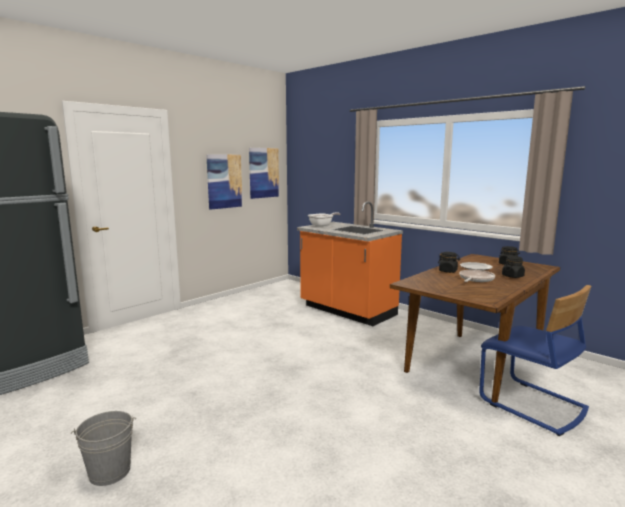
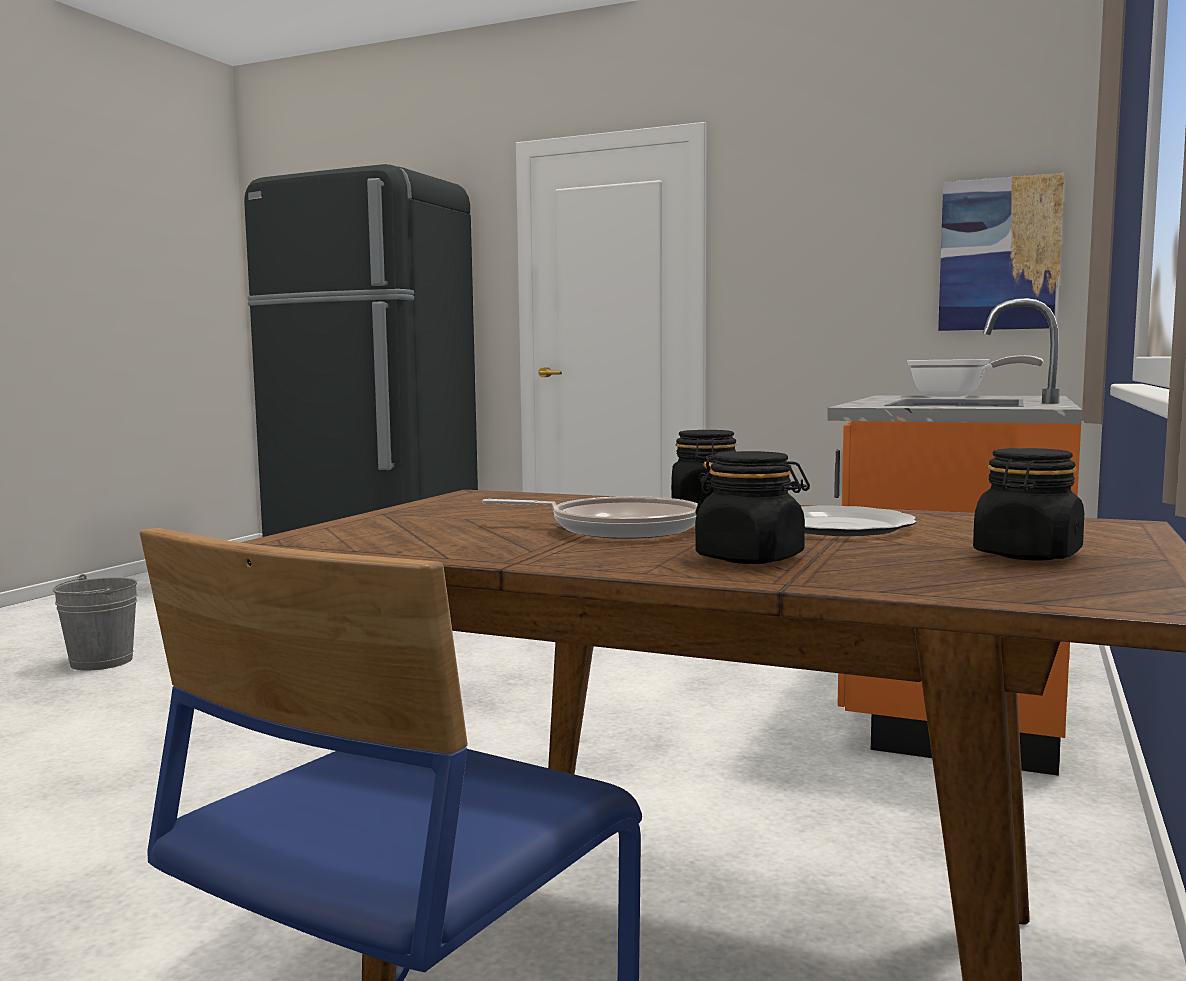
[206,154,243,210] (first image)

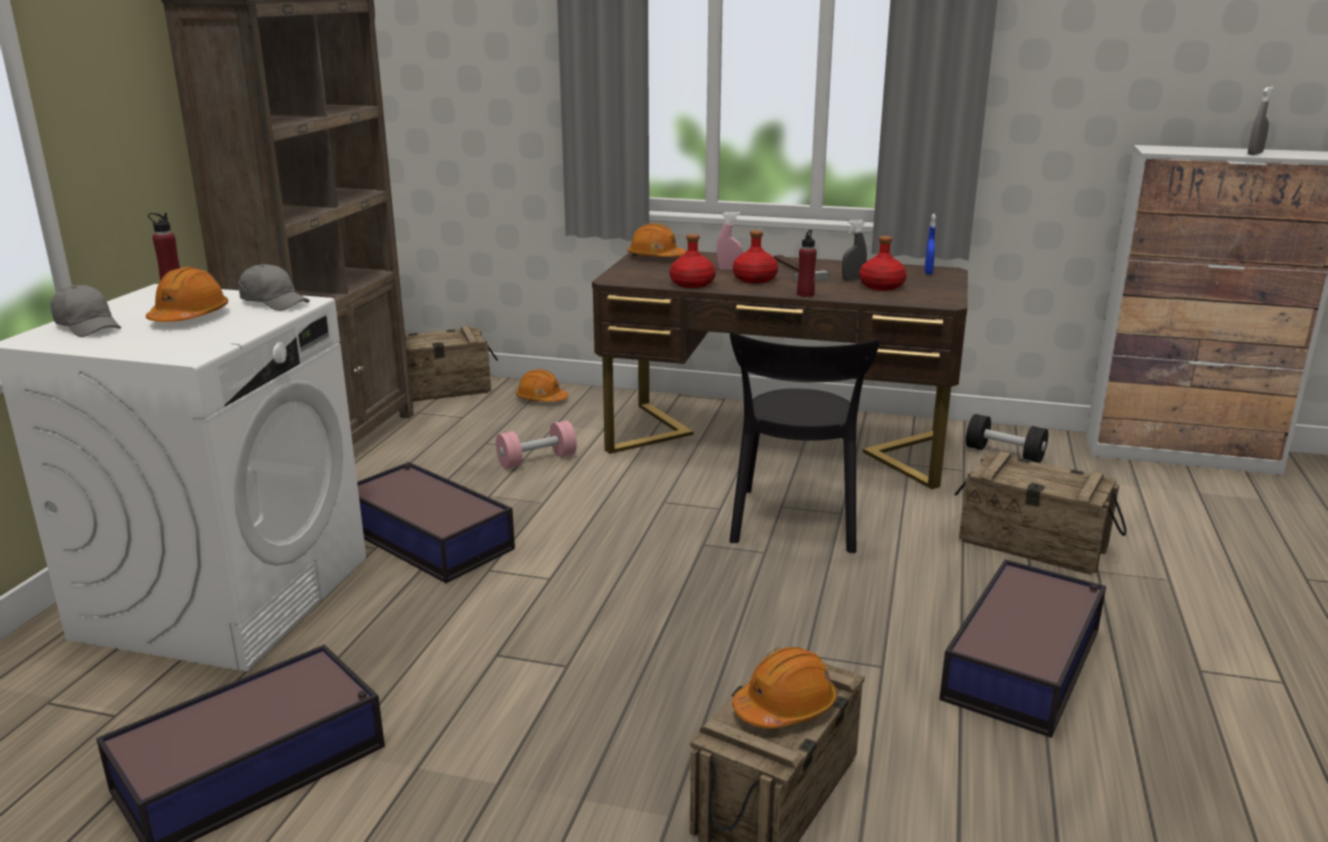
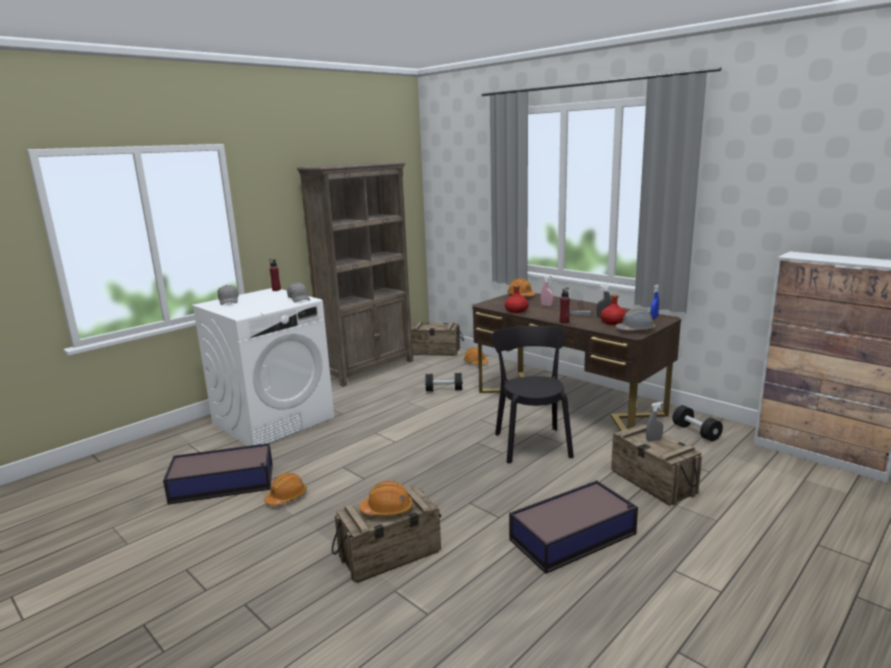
[357,462,515,583] (first image)
[733,230,778,284] (first image)
[616,309,655,330]
[264,473,307,505]
[646,402,663,442]
[425,373,463,391]
[492,326,574,464]

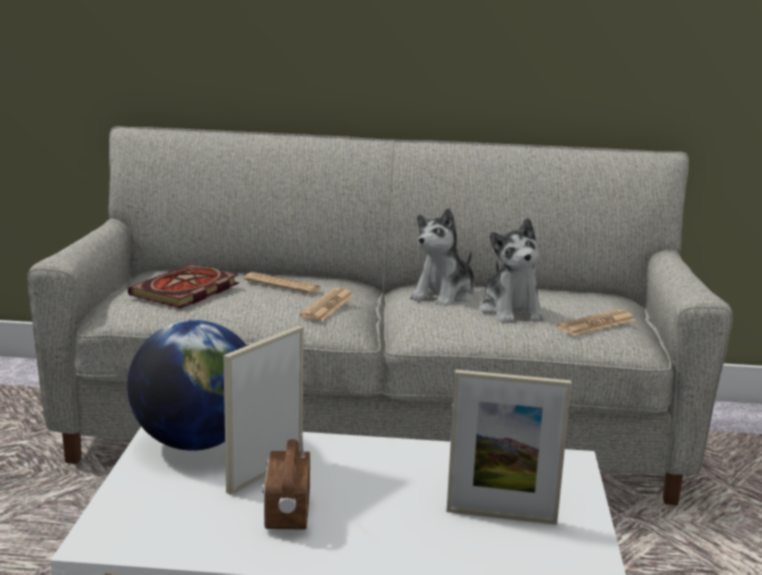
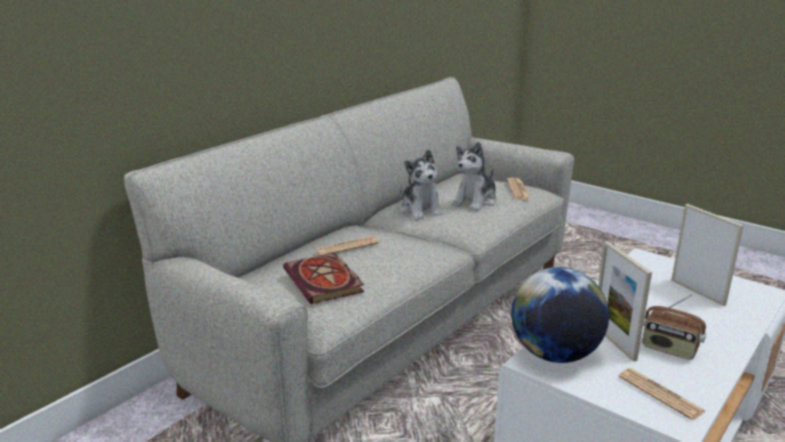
[618,368,706,420]
[671,204,744,306]
[452,142,497,211]

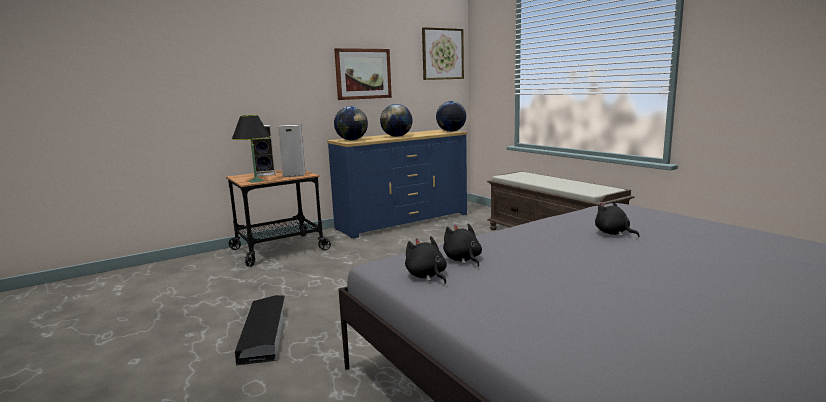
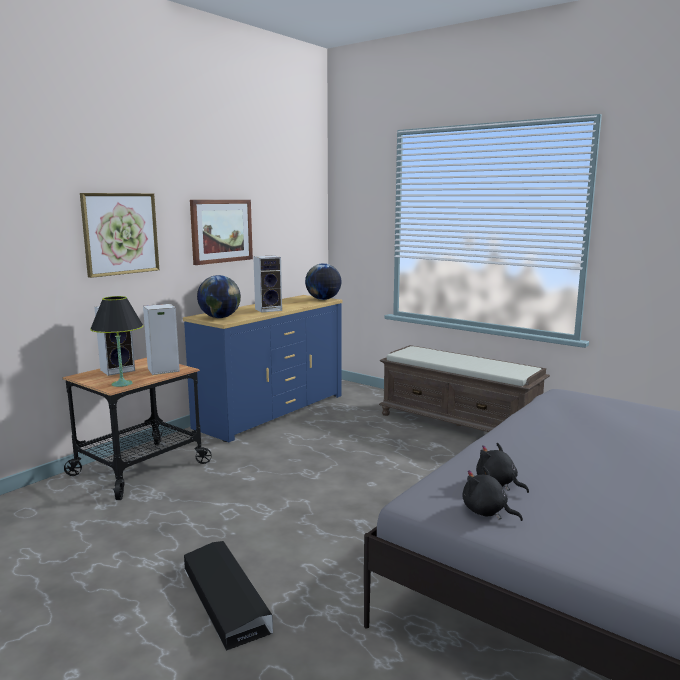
[595,201,640,237] (first image)
[80,193,159,278]
[253,255,282,313]

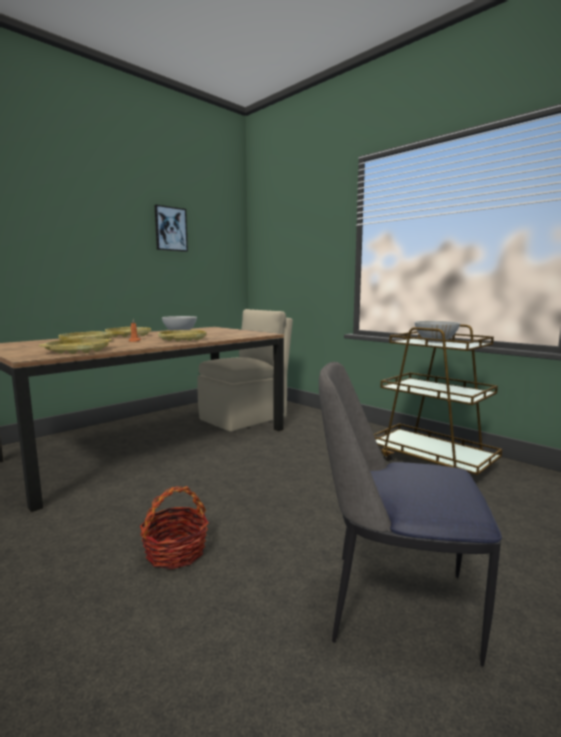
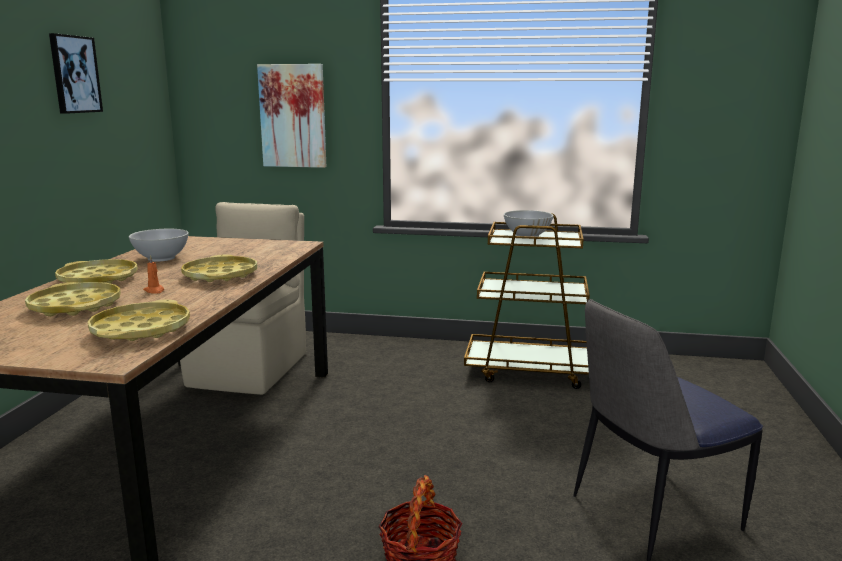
[257,64,326,168]

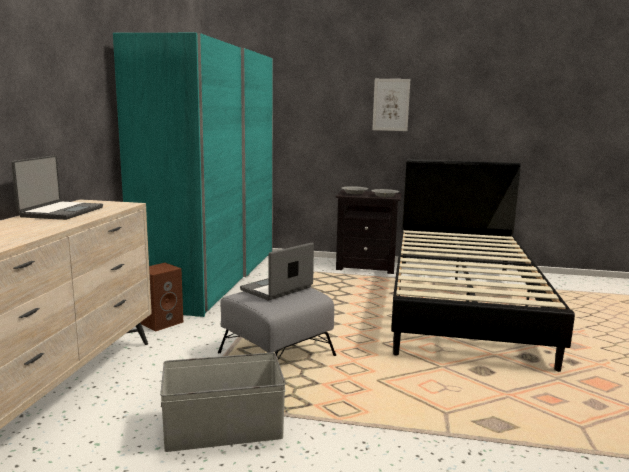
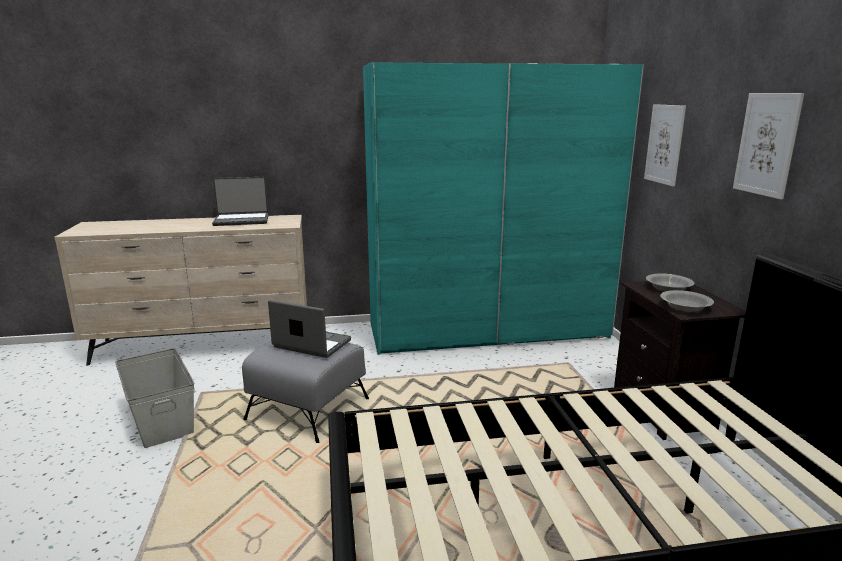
[140,263,183,332] (first image)
[644,104,686,186]

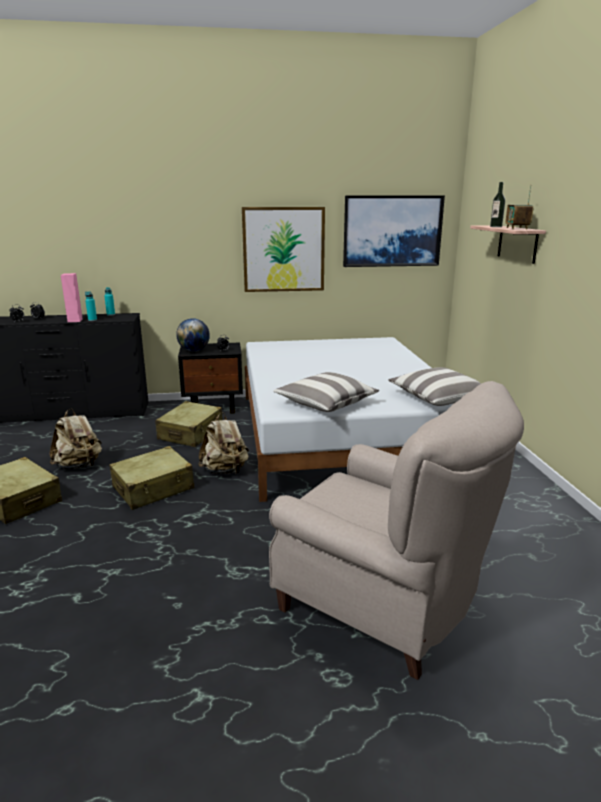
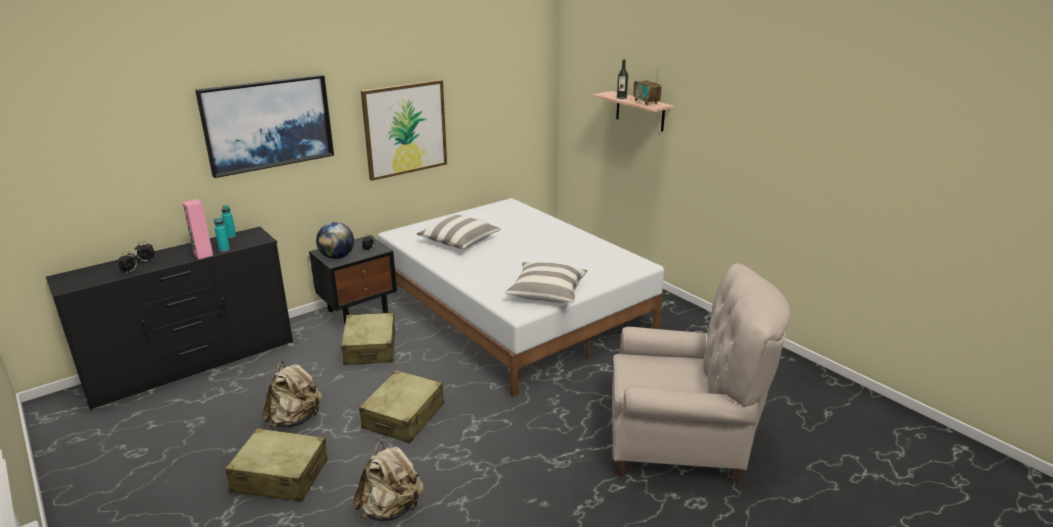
[353,441,424,521]
[195,75,334,178]
[417,215,501,249]

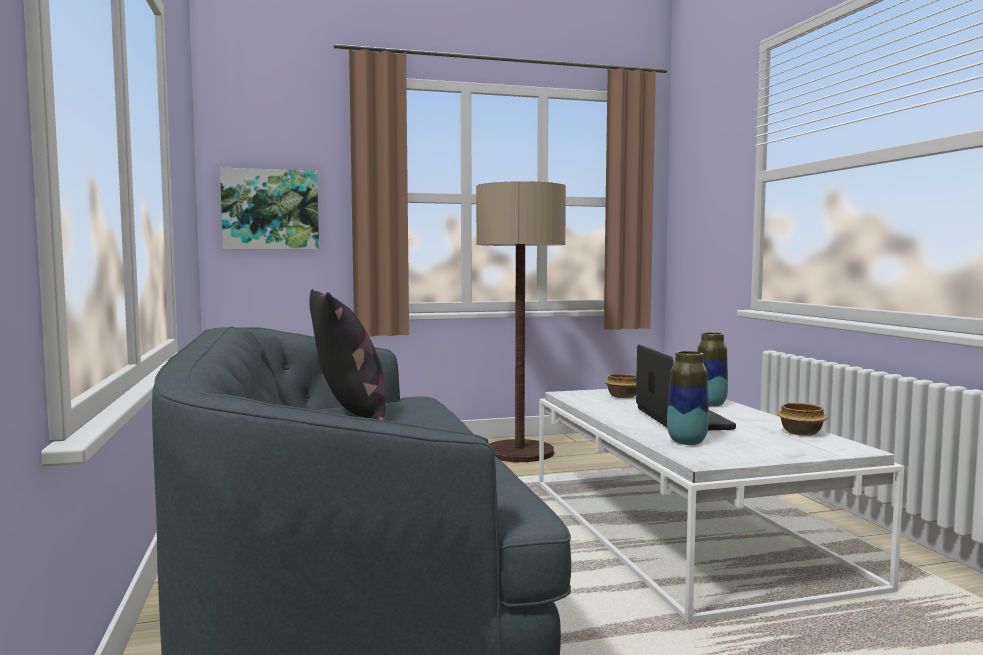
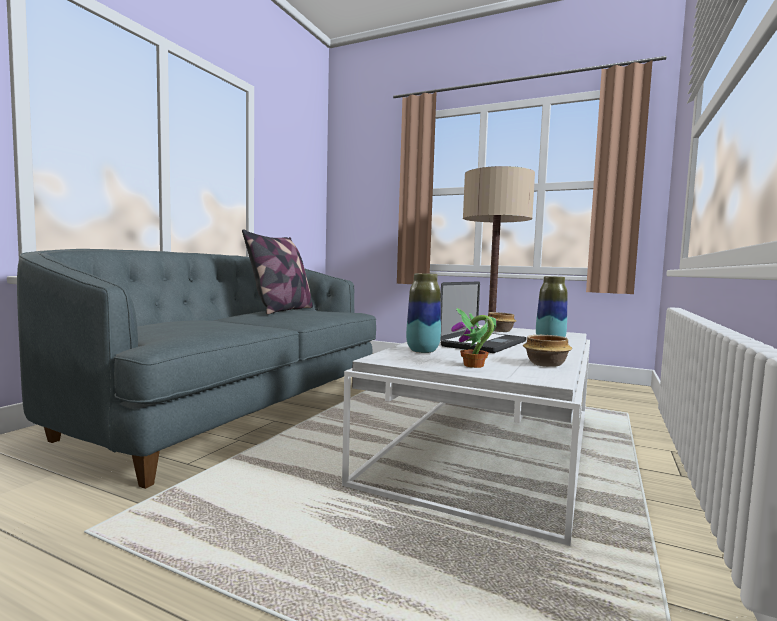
[220,168,319,249] (first image)
[451,308,496,368]

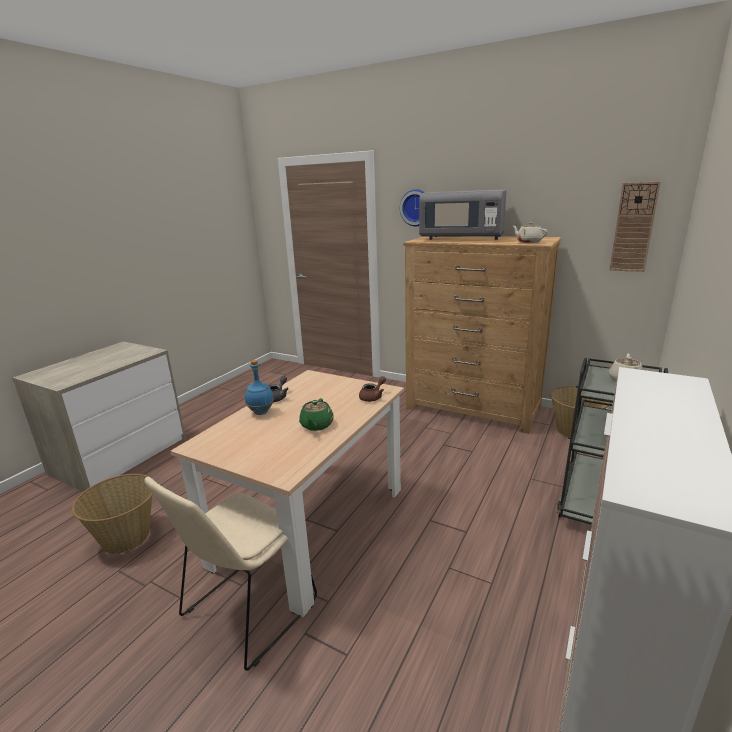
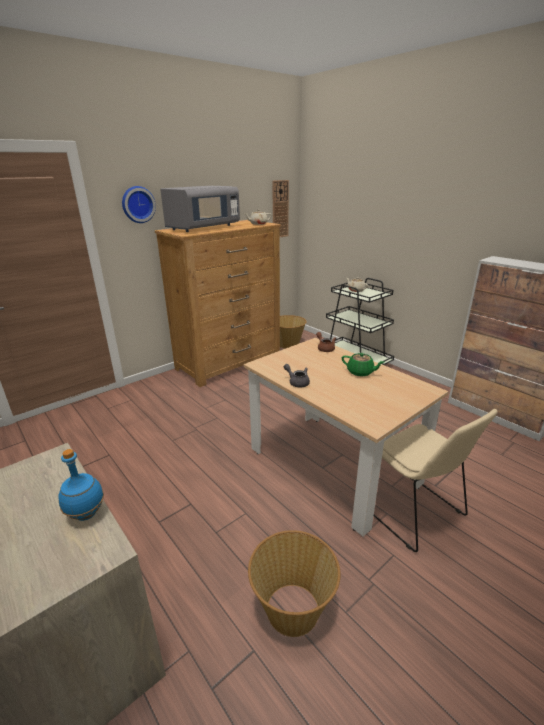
[59,449,104,521]

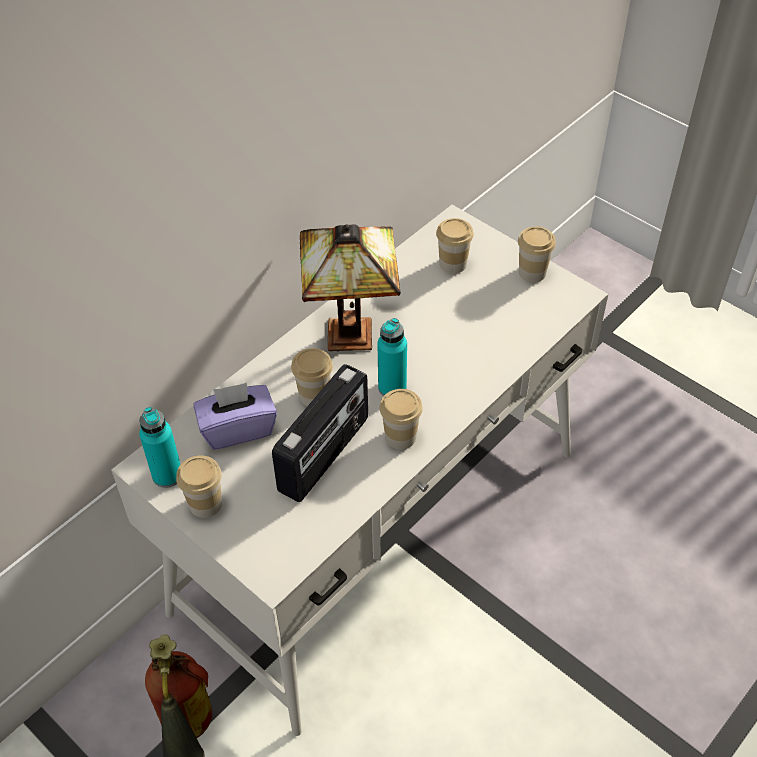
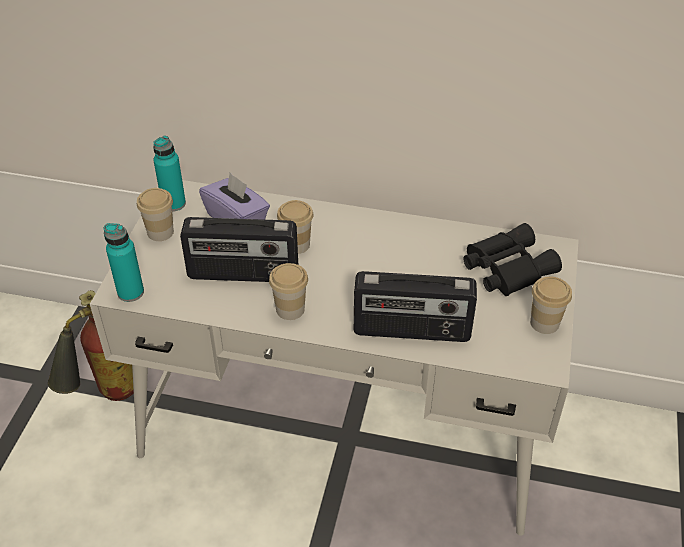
[300,224,401,351] (first image)
[354,271,477,342]
[104,223,144,302]
[464,223,562,296]

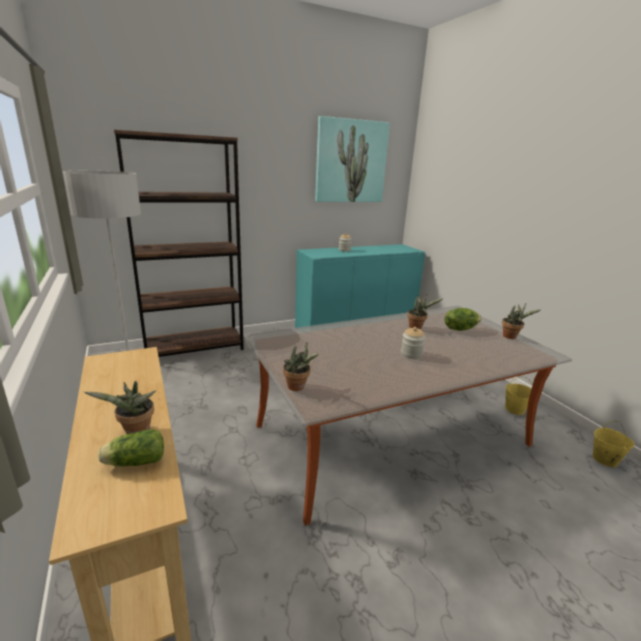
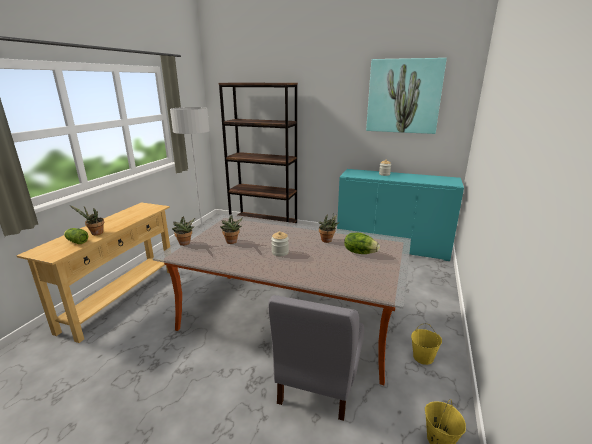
[268,295,364,421]
[220,216,243,244]

